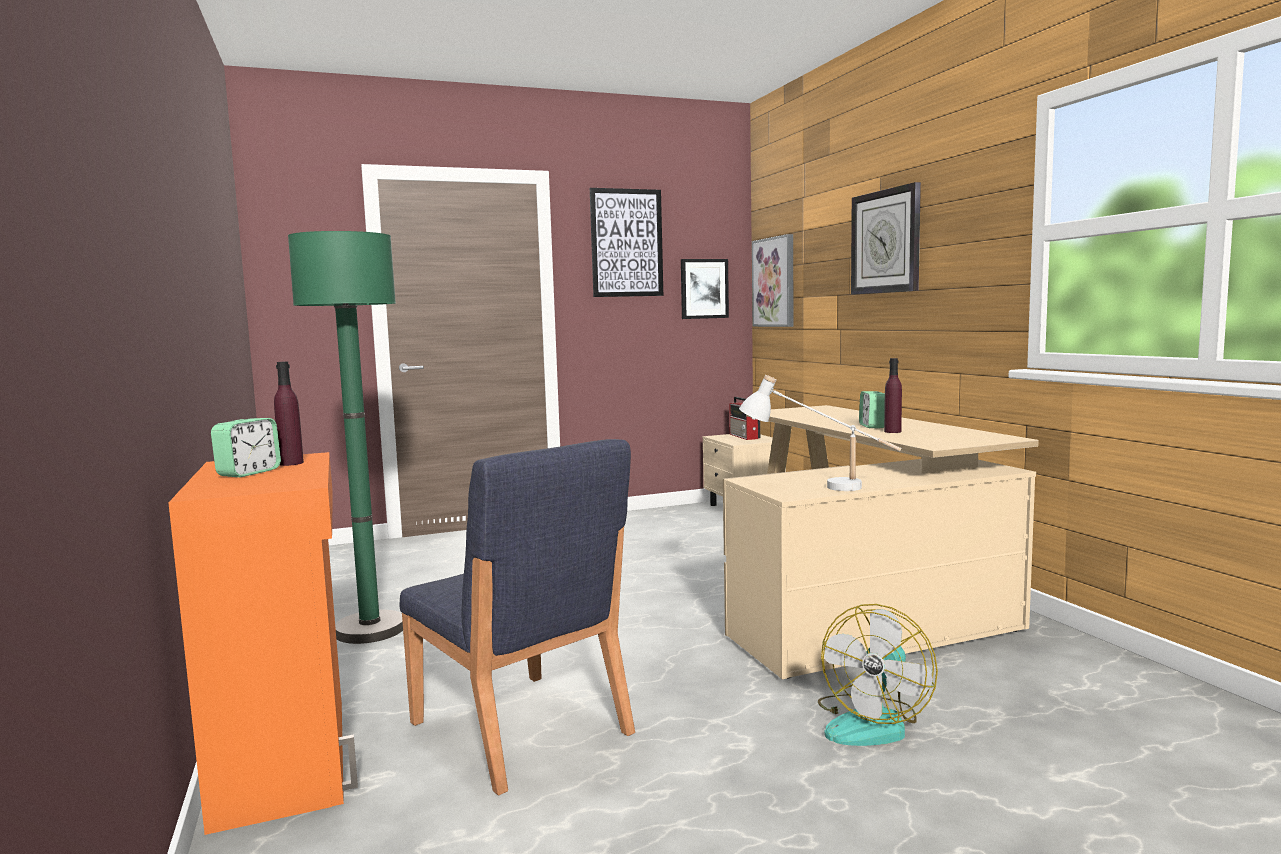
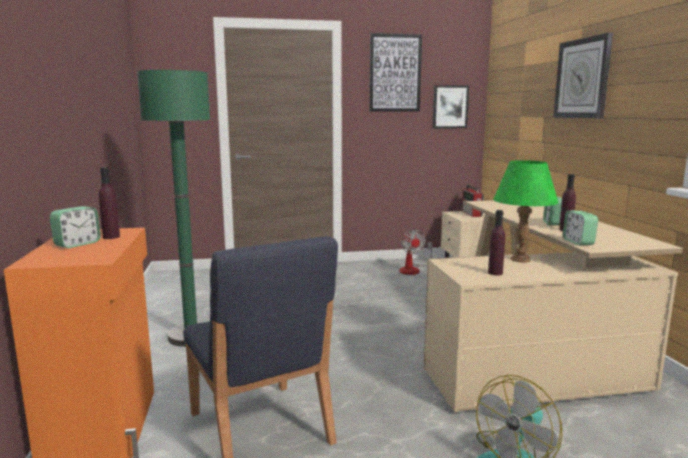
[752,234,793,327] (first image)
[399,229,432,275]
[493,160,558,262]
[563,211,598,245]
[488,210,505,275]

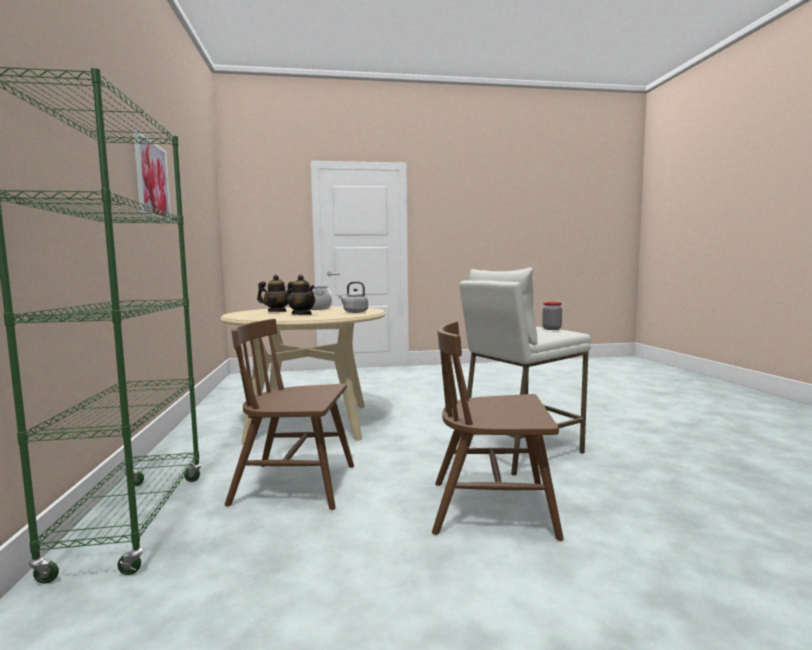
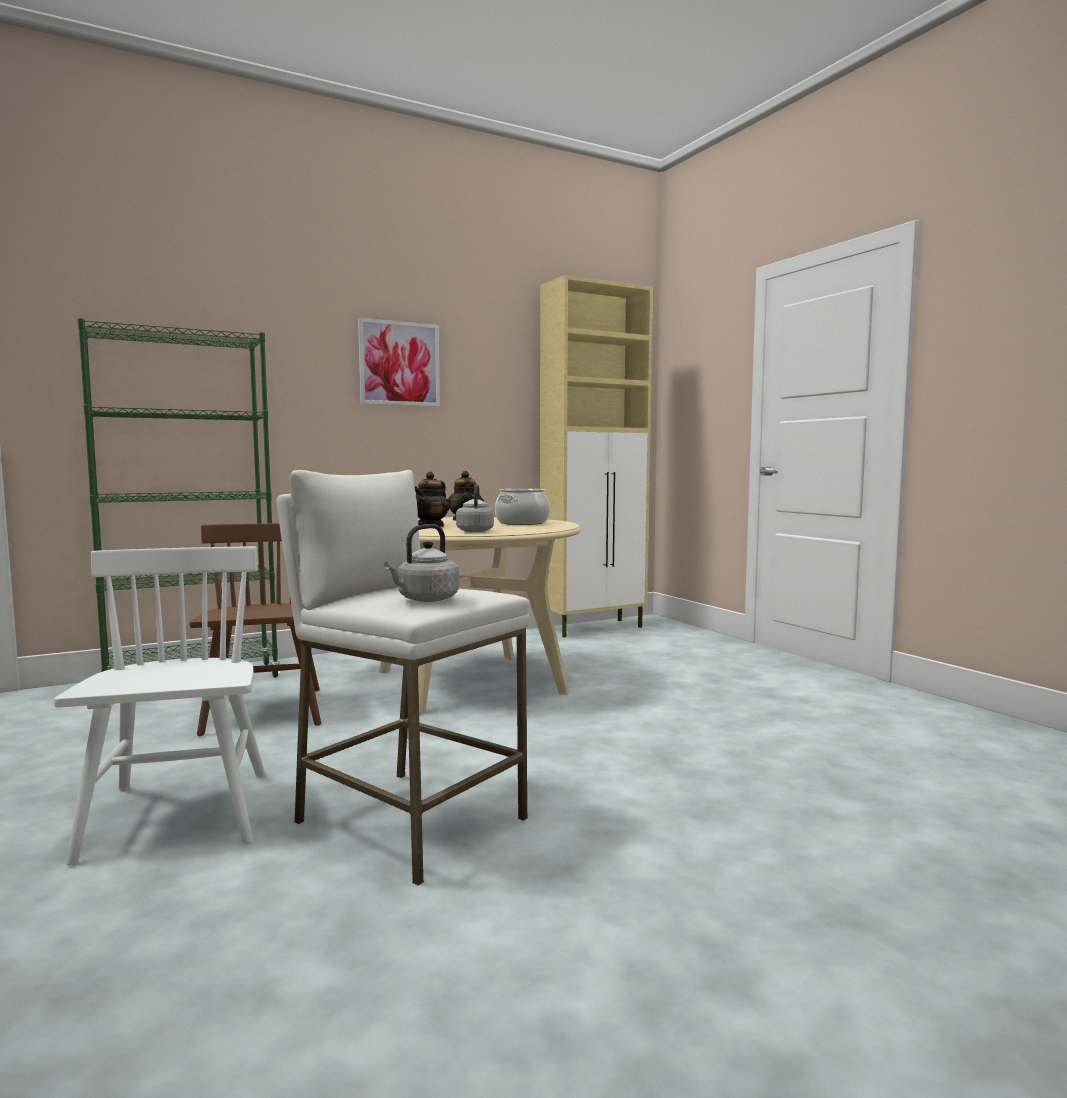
[540,275,653,637]
[384,524,459,602]
[54,547,265,866]

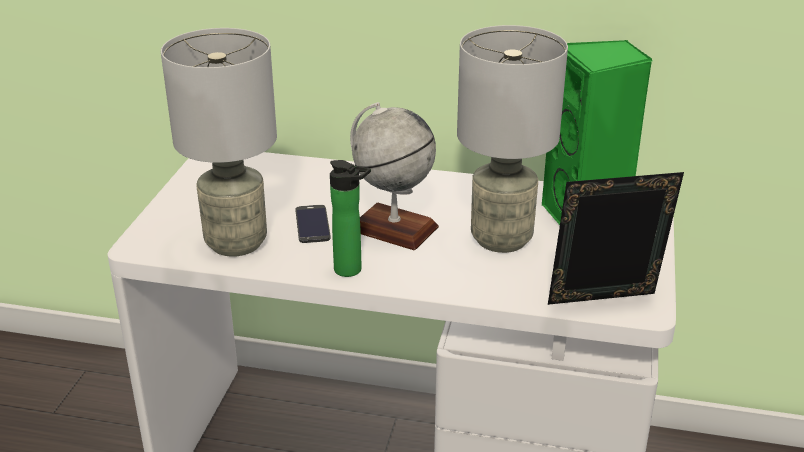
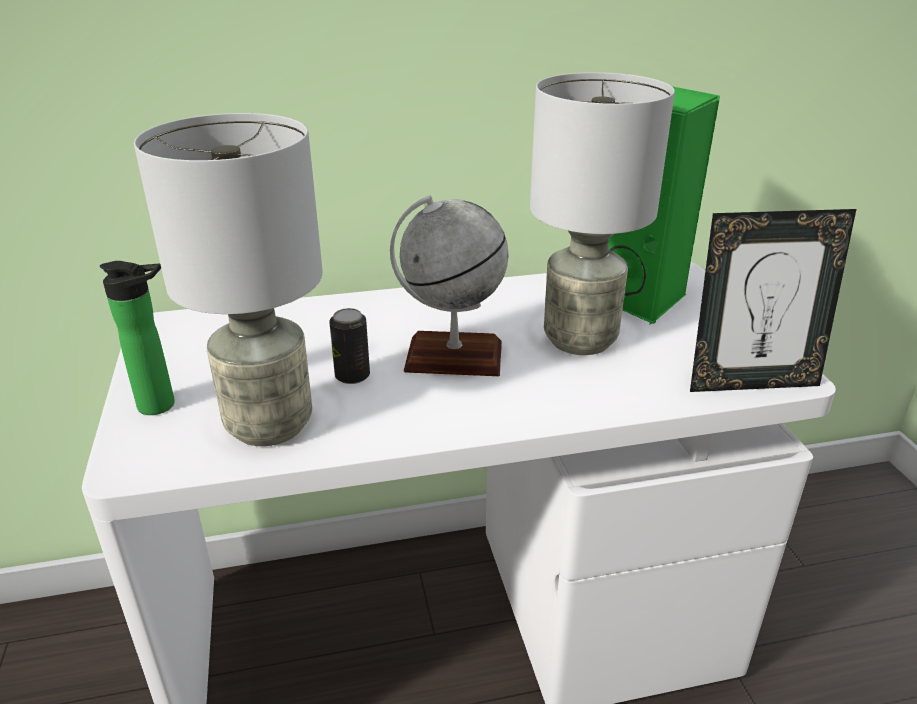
[100,261,175,415]
[329,308,370,384]
[690,209,856,392]

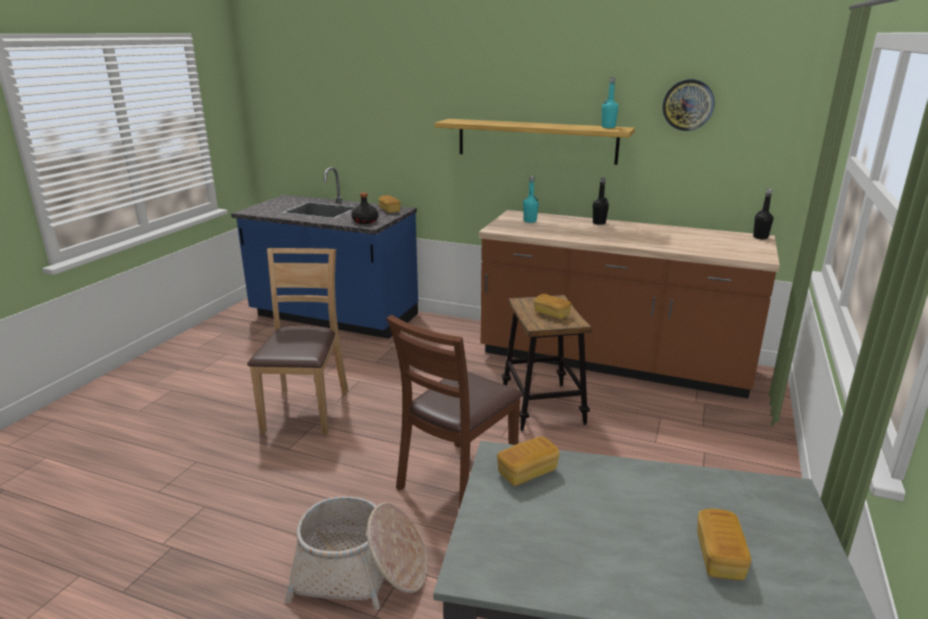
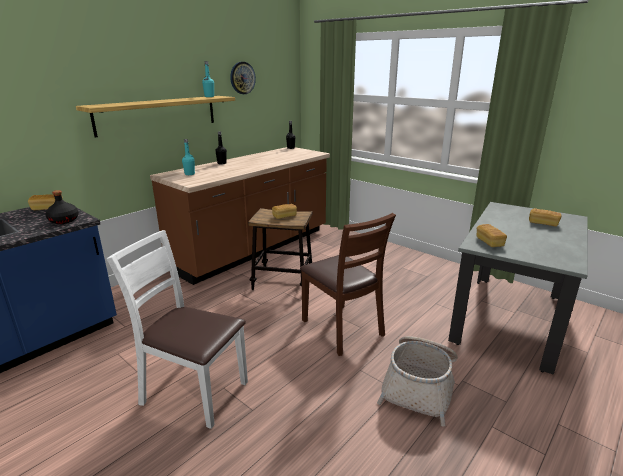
[107,230,248,429]

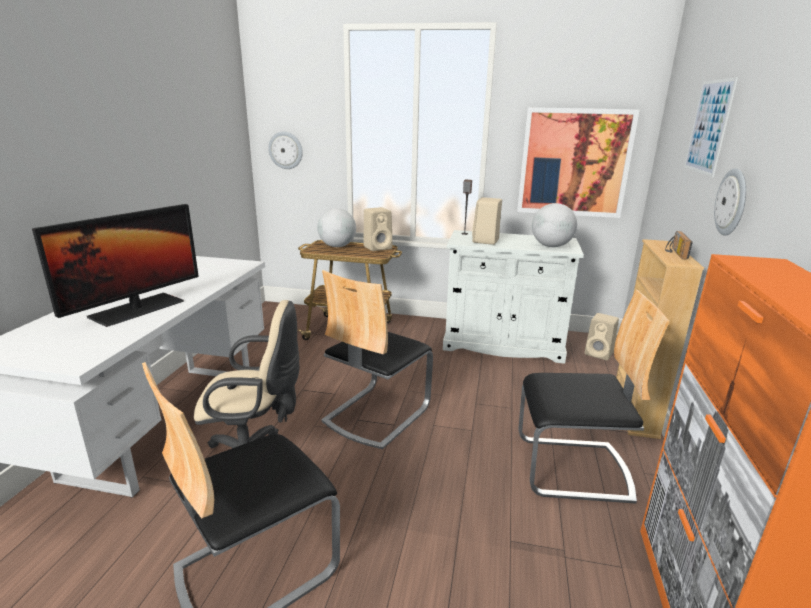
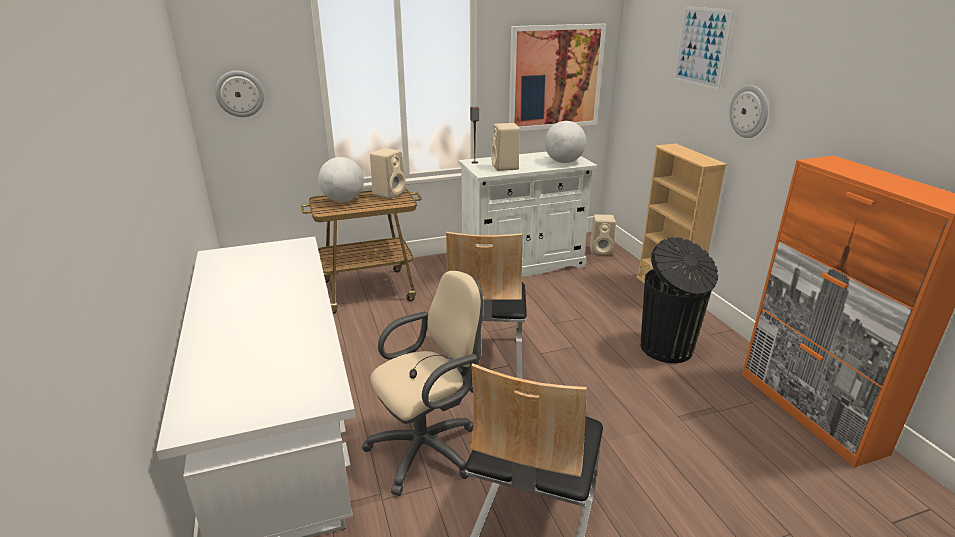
[32,204,199,327] (first image)
[665,231,693,260] (first image)
[641,237,718,363]

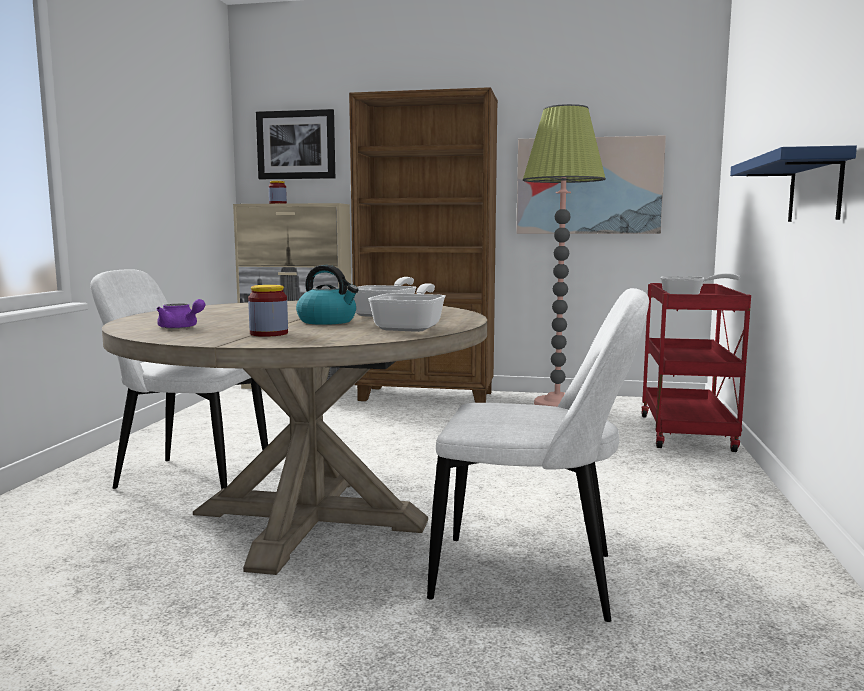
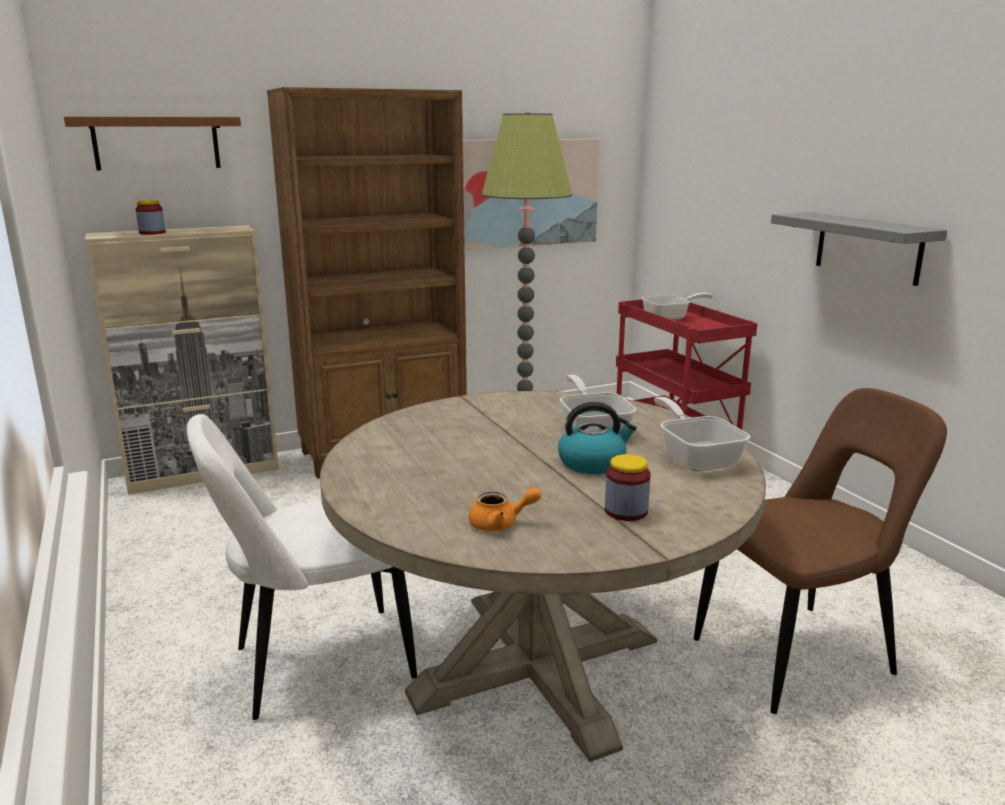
[64,116,241,171]
[469,487,541,531]
[694,388,947,714]
[771,212,947,286]

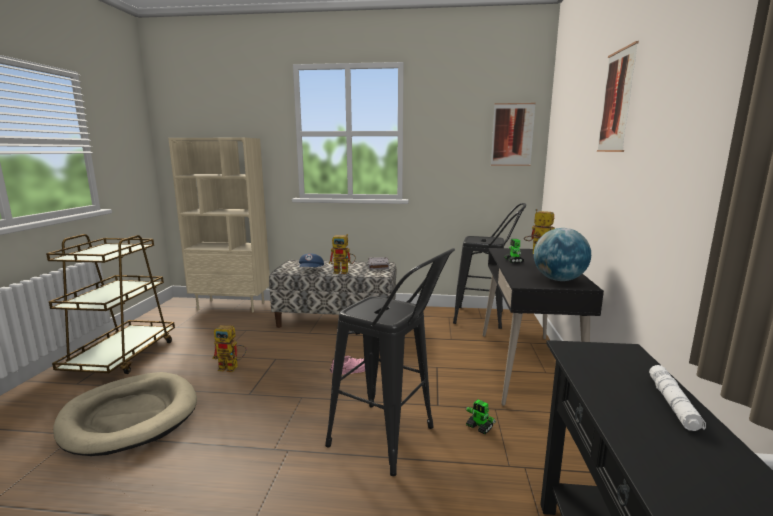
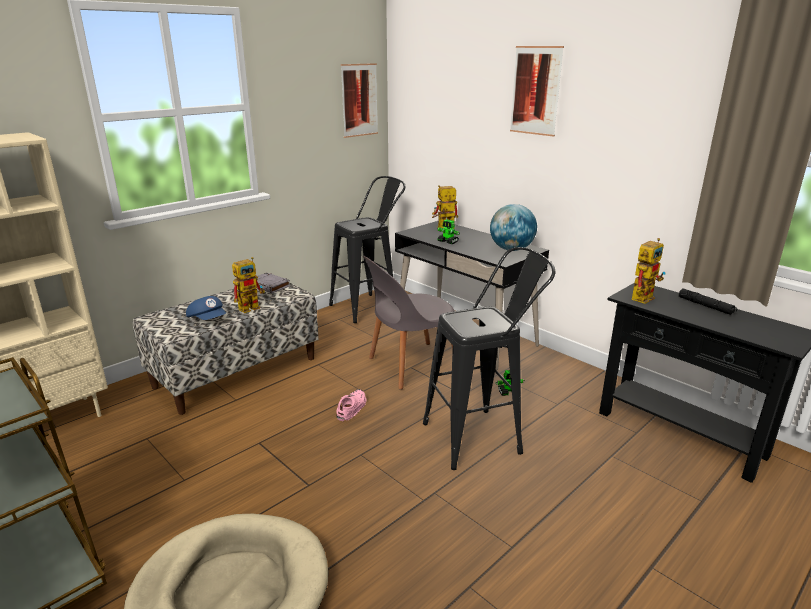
[363,256,454,390]
[631,238,666,304]
[679,288,737,315]

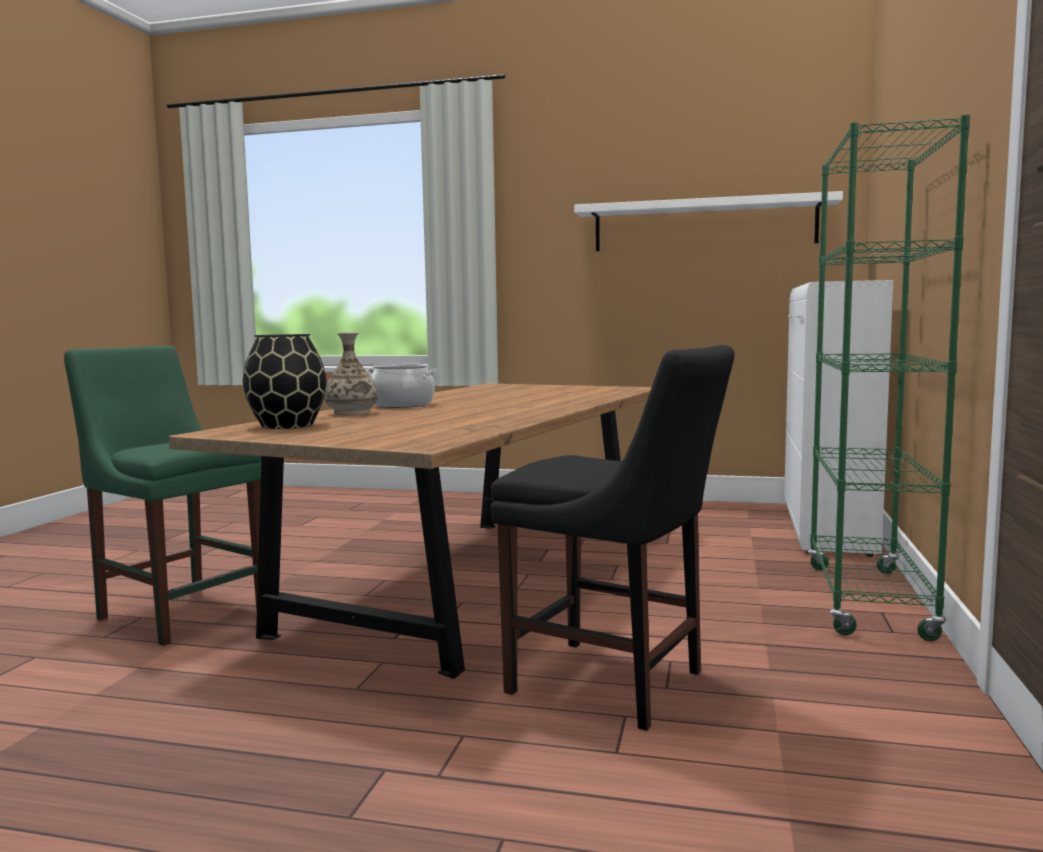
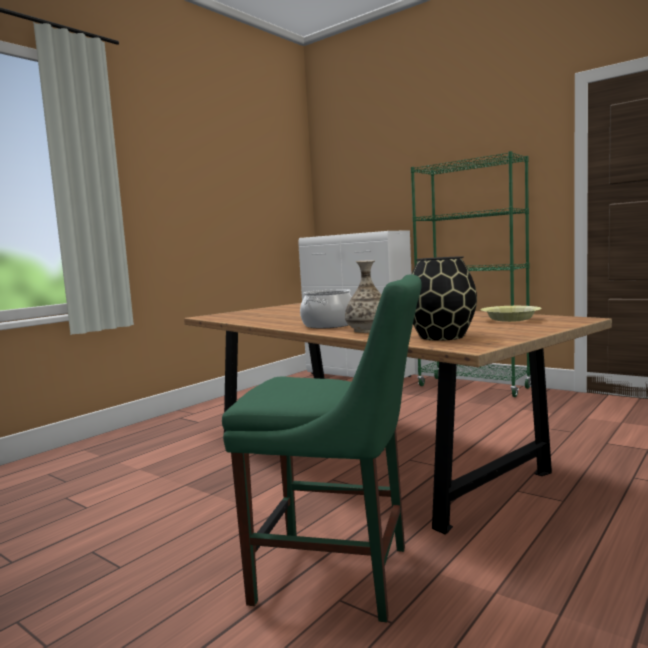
[490,345,735,731] (first image)
[574,191,843,251] (first image)
[480,306,542,322]
[222,274,422,623]

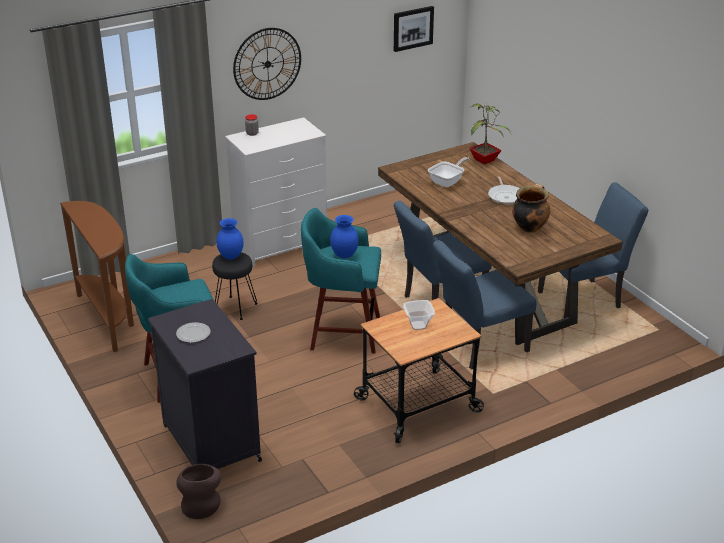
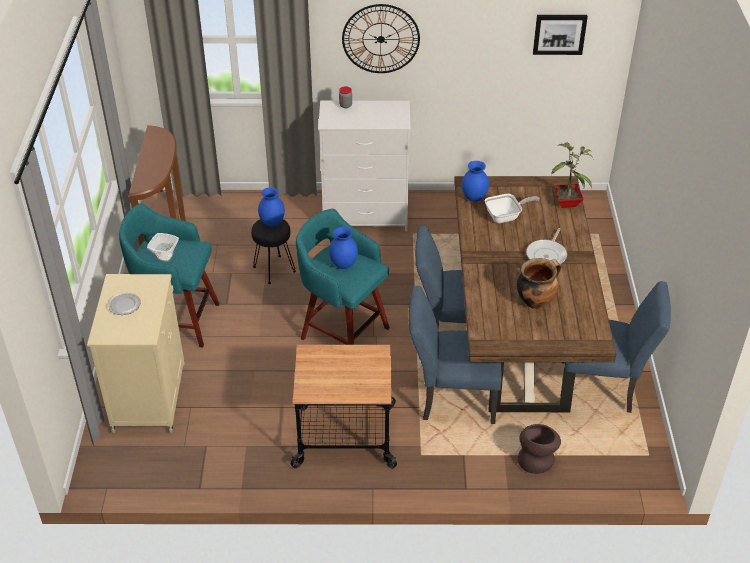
[462,161,489,202]
[518,424,561,474]
[147,233,179,262]
[87,274,185,433]

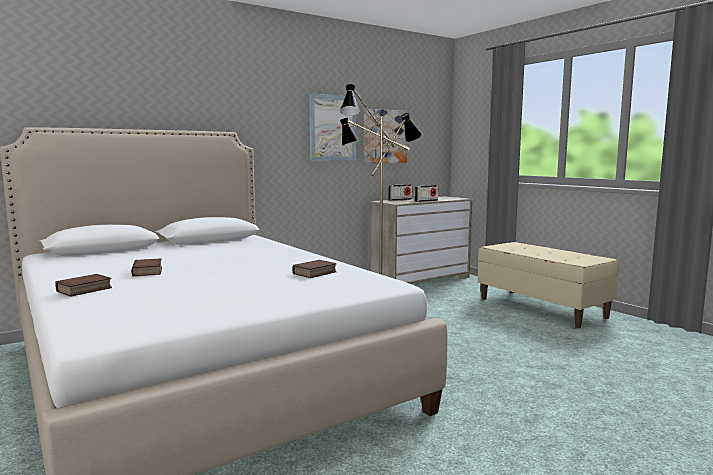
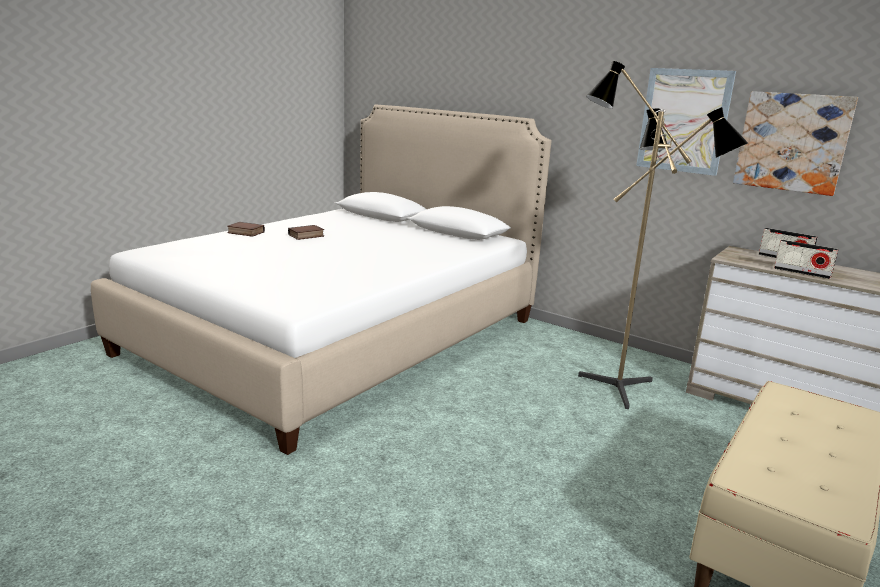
[292,260,337,278] (first image)

